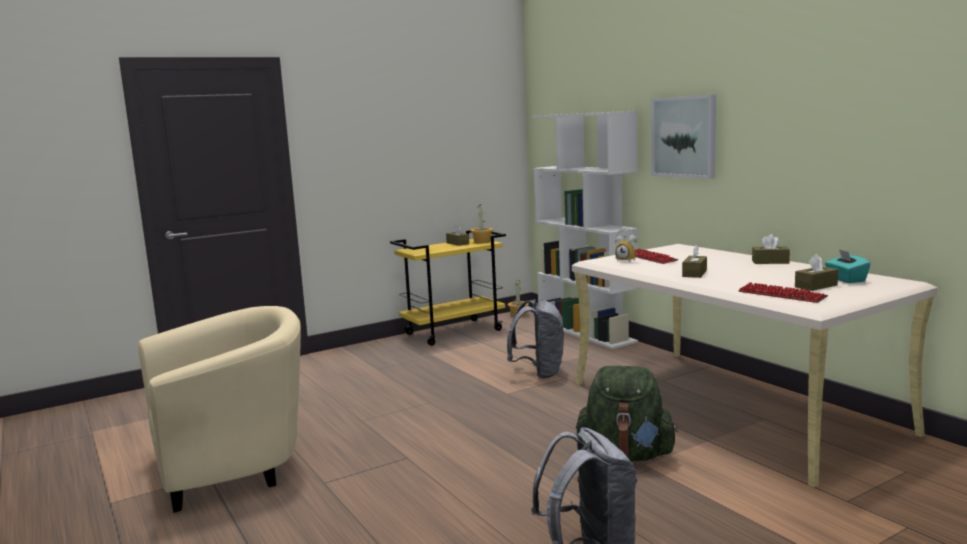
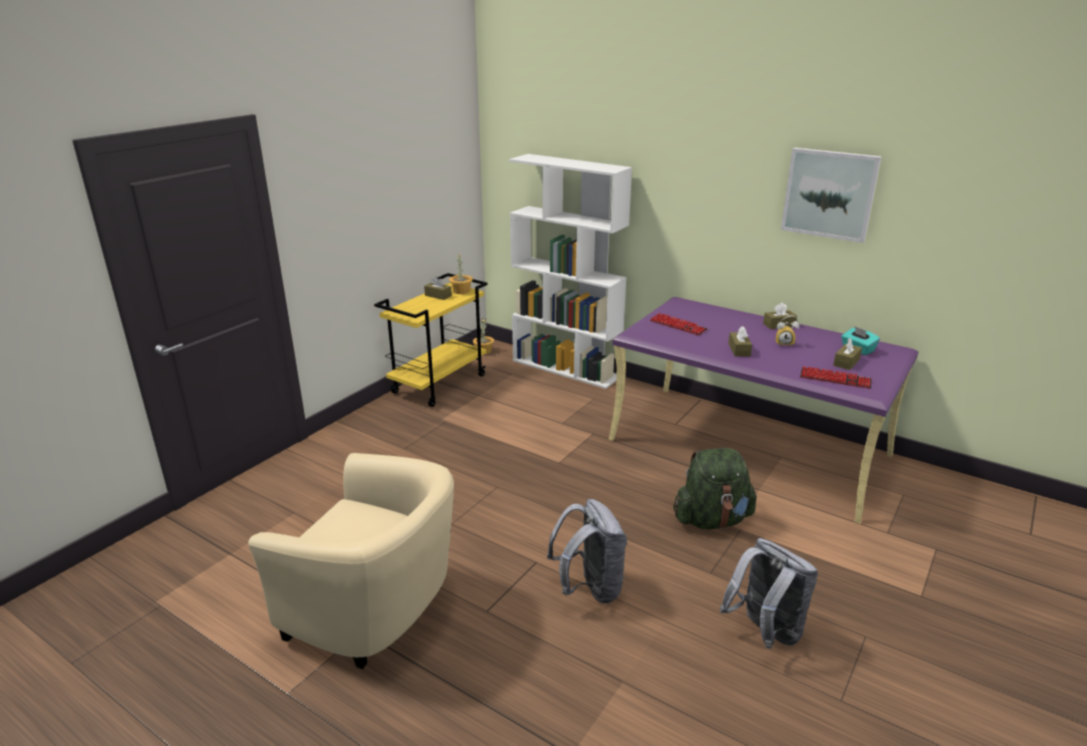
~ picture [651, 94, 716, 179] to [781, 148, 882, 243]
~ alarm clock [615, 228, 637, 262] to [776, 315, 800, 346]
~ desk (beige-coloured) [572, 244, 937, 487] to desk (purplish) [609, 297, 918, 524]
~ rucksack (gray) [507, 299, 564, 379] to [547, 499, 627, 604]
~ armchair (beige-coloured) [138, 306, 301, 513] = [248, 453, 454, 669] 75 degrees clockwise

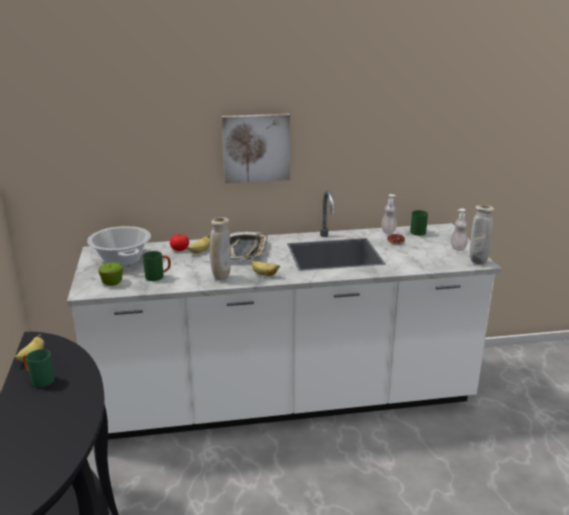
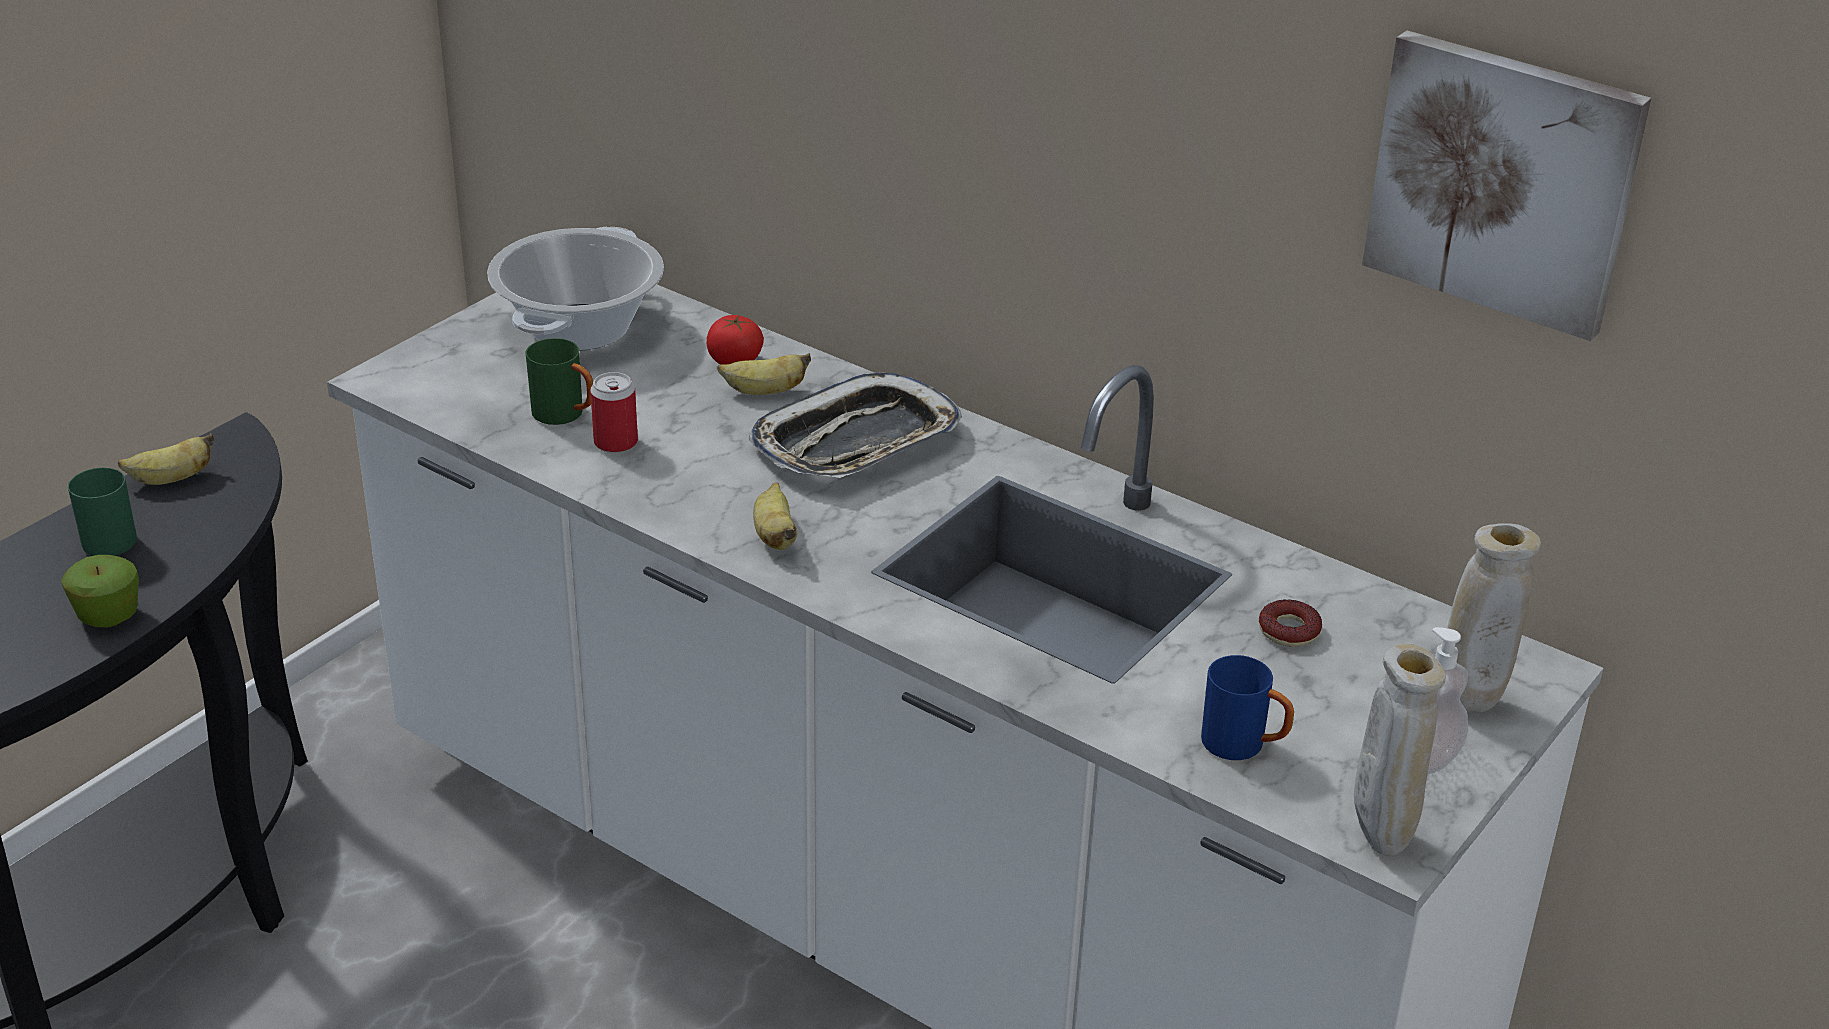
~ picture [222, 114, 290, 183] to [1362, 30, 1652, 341]
- soap bottle [381, 194, 397, 234]
- tea mug (greenish) [410, 210, 428, 236]
~ flower vase (beige-coloured) [210, 217, 231, 280] to [1447, 523, 1541, 713]
~ apple fruit [98, 262, 123, 286] to [61, 555, 139, 628]
+ can [590, 372, 638, 453]
+ tea mug (blue) [1201, 655, 1294, 760]

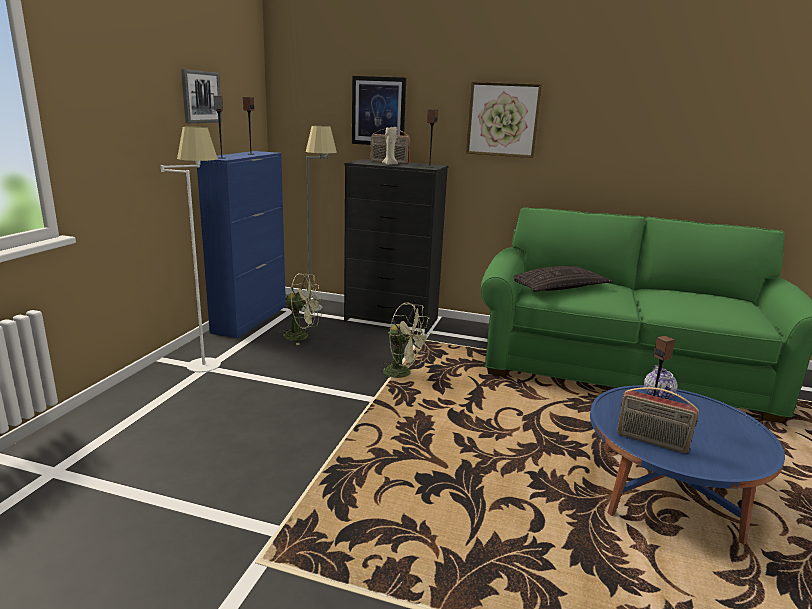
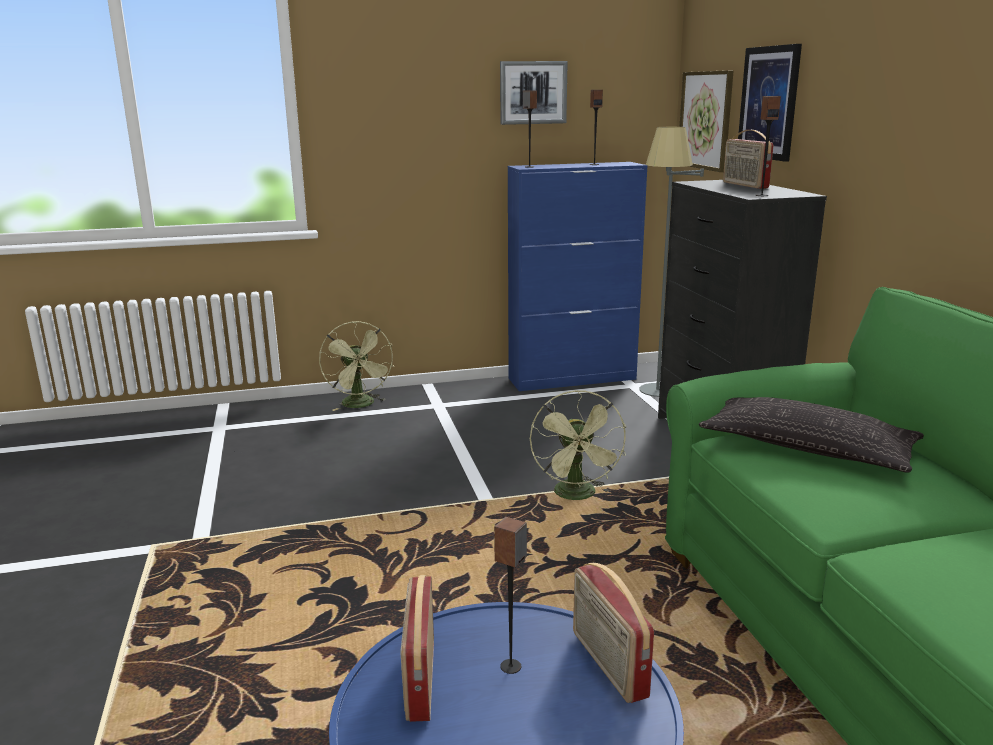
~ picture [466, 82, 542, 158] to [679, 70, 734, 172]
- standard lamp (whitish) [161, 126, 221, 372]
- wax candle (beige-coloured) [382, 127, 398, 165]
~ cooling fan (greenish) [280, 273, 322, 345] to [319, 321, 394, 411]
~ teapot [644, 365, 677, 399] to radio [573, 563, 654, 703]

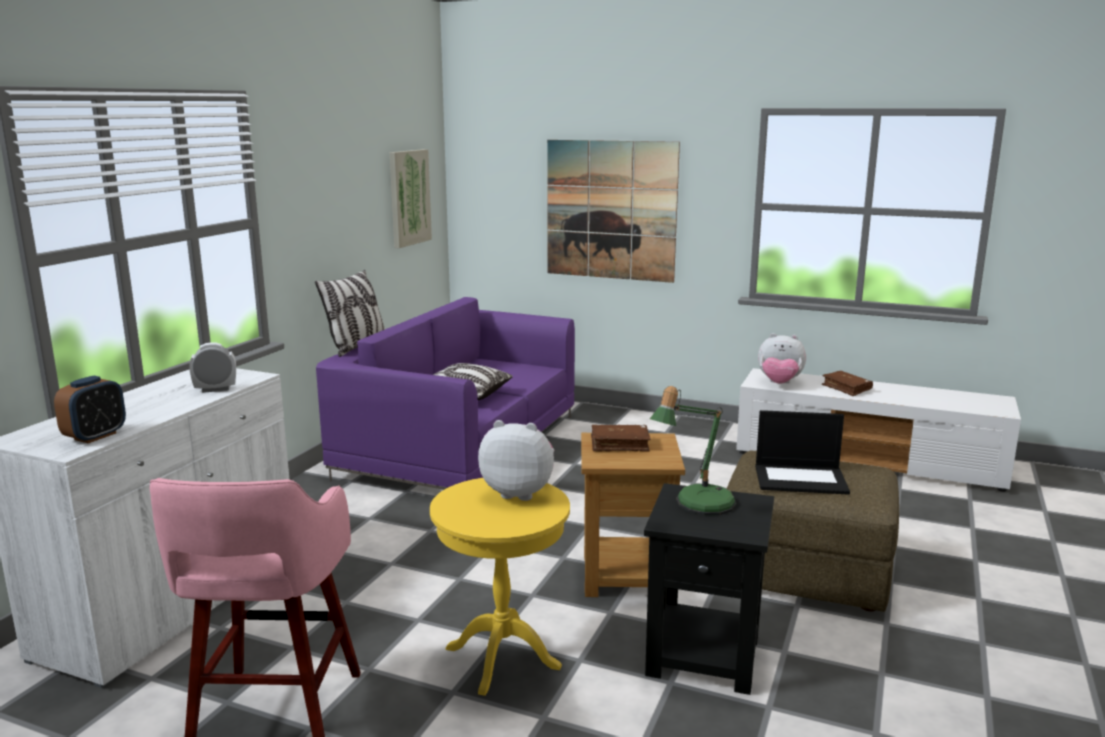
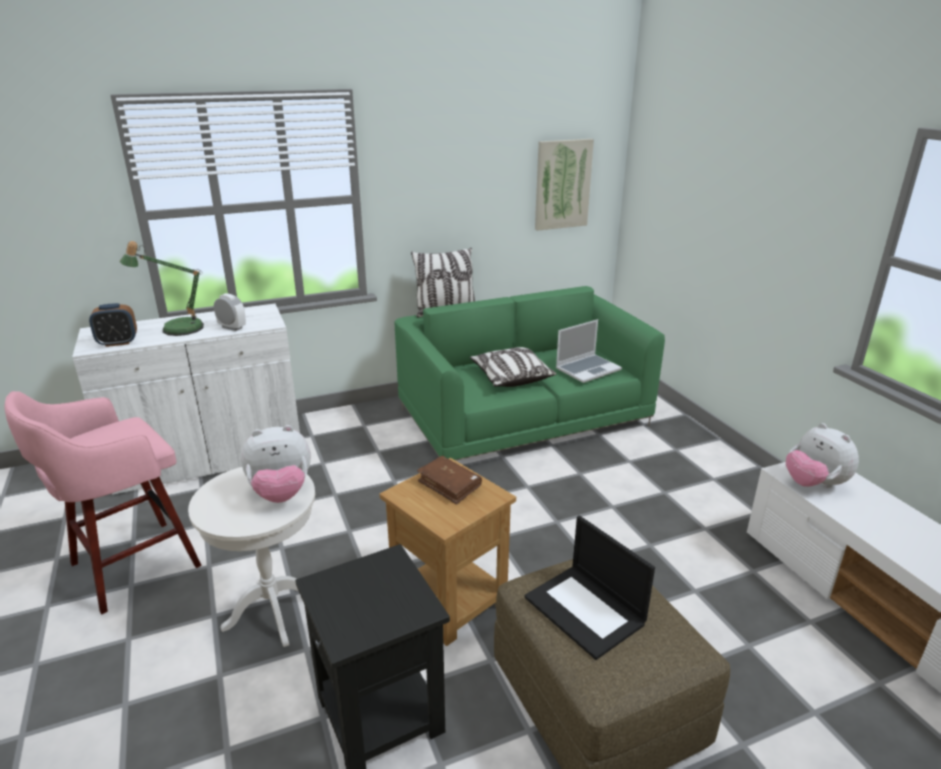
- picture [547, 140, 680, 283]
~ settee (purplish) [316, 297, 575, 490] to settee (greenish) [394, 286, 665, 461]
- volume (brown) [822, 371, 873, 396]
~ lamp for a table [650, 386, 736, 515] to [120, 241, 204, 336]
~ soft toy [478, 420, 554, 501] = [241, 425, 311, 503] 105 degrees clockwise
~ side table (yellow-coloured) [430, 478, 570, 696] to side table (whitish) [188, 467, 315, 647]
+ portable computer [556, 319, 622, 383]

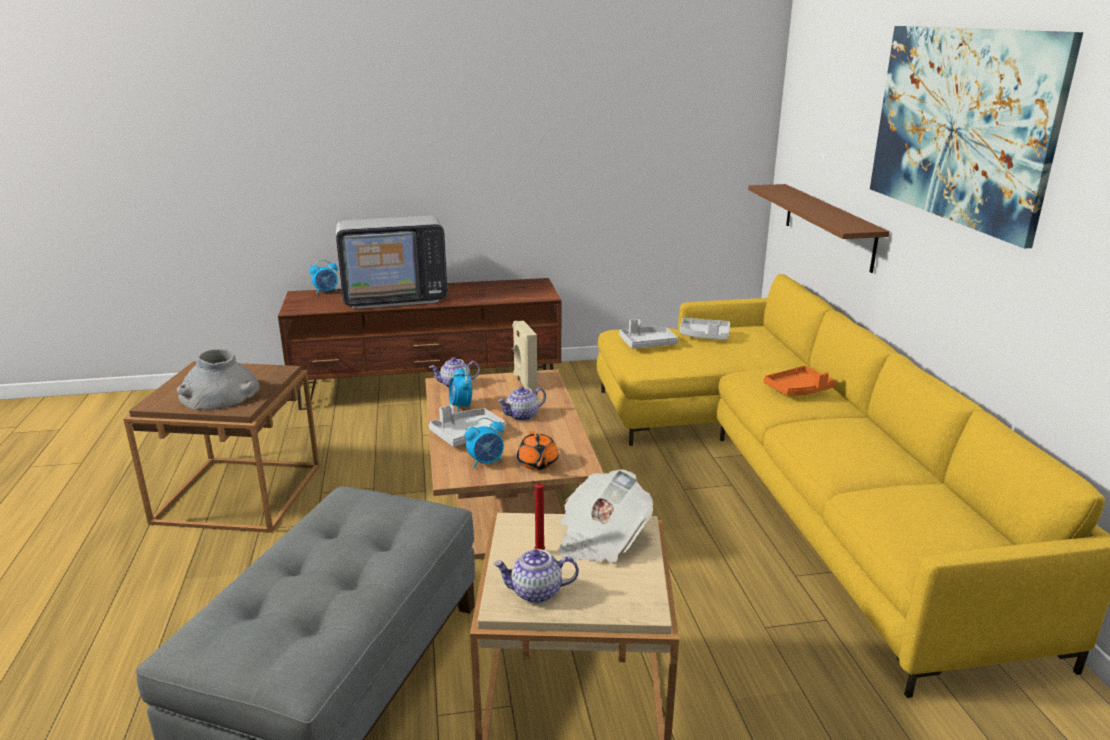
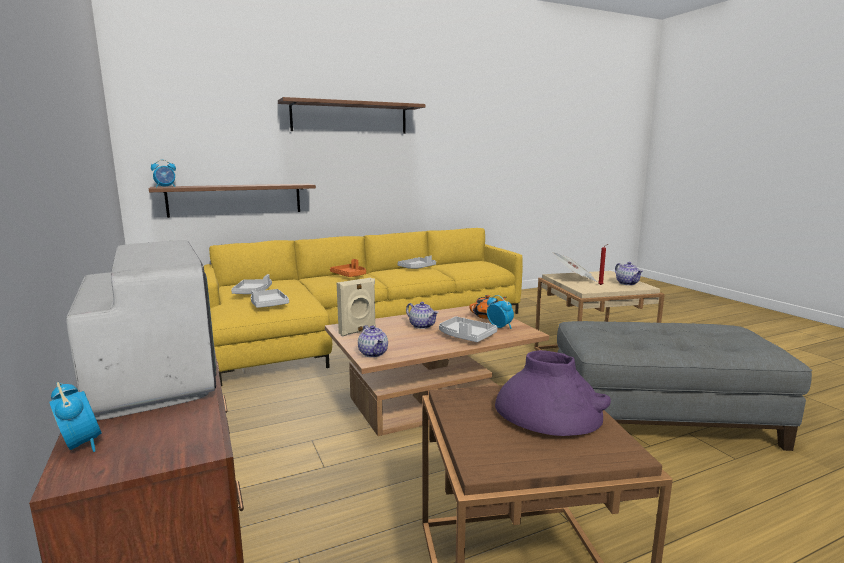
~ picture [870, 26, 1083, 249] to bracket shelf (brown) [278, 97, 425, 134]
~ flower vase (gray) [177, 349, 260, 410] to flower vase (purplish) [495, 350, 611, 436]
~ alarm clock [449, 367, 472, 413] to [151, 160, 176, 187]
+ carrying tray (gray) [397, 255, 436, 269]

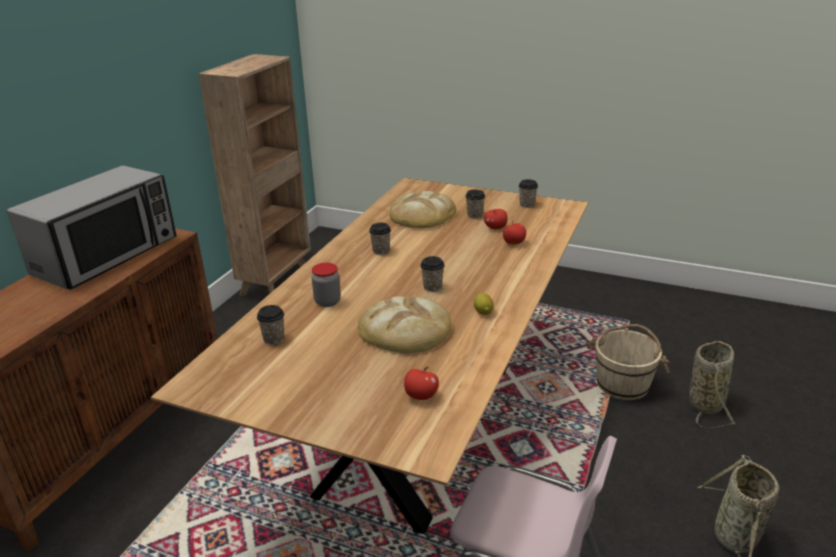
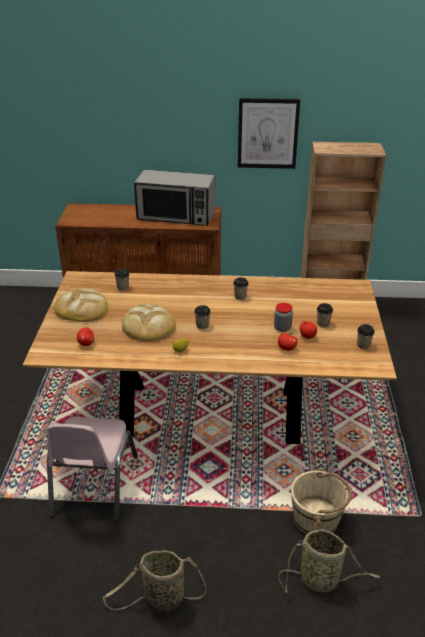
~ bakery bread [389, 191, 456, 228] to [54, 288, 109, 322]
~ jar [312, 263, 341, 307] to [274, 303, 293, 332]
+ picture [238, 98, 300, 169]

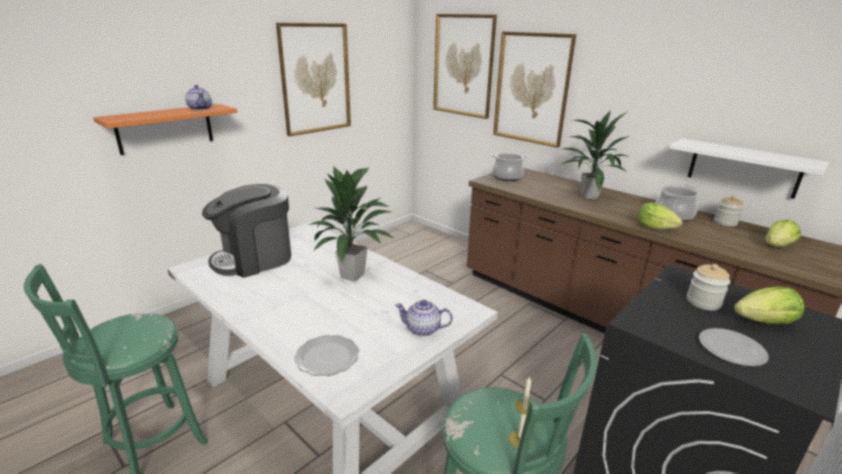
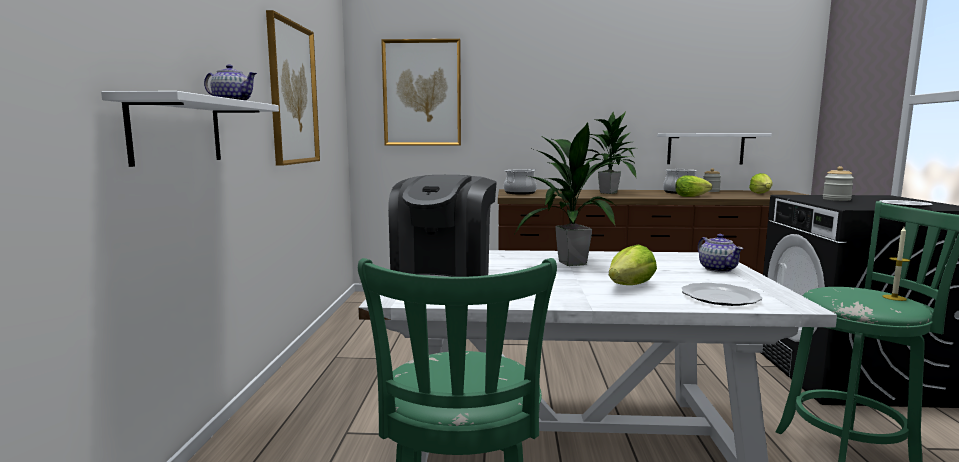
- picture [493, 31, 576, 148]
~ bracket shelf (orangey) [93, 104, 237, 155] to bracket shelf (whitish) [101, 91, 279, 167]
~ lettuce head [734, 287, 804, 324] to [609, 245, 657, 285]
~ teapot [395, 300, 453, 337] = [698, 234, 743, 272] 75 degrees counterclockwise

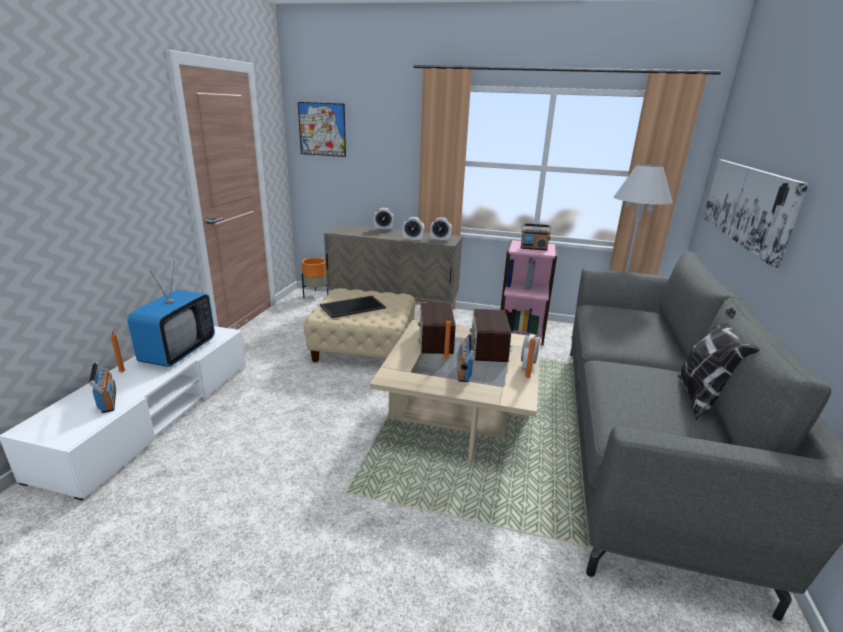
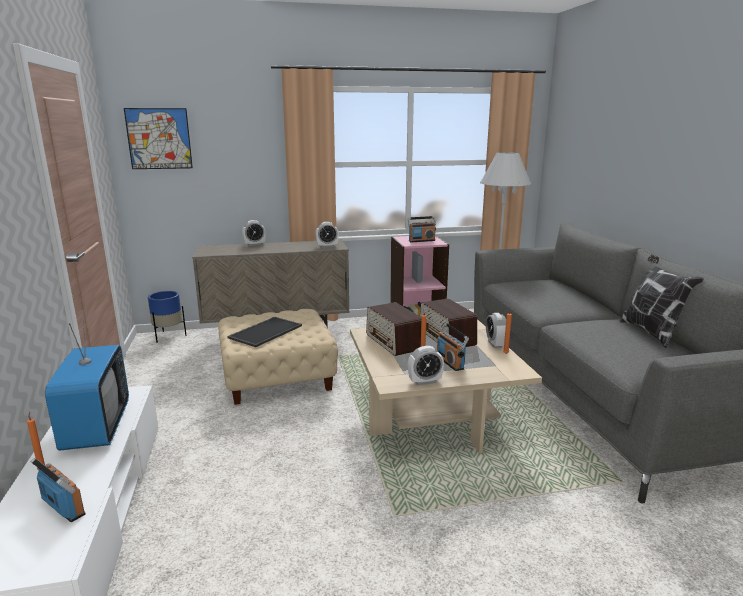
- picture [703, 159, 809, 268]
~ alarm clock [403, 217, 425, 242] to [408, 346, 444, 385]
~ planter (orangey) [302, 258, 328, 298] to planter (blue) [148, 291, 186, 343]

